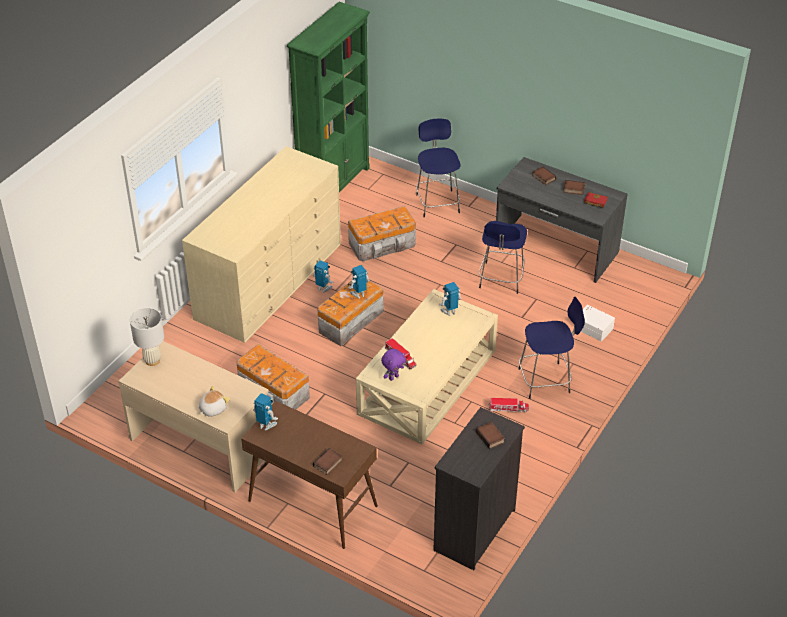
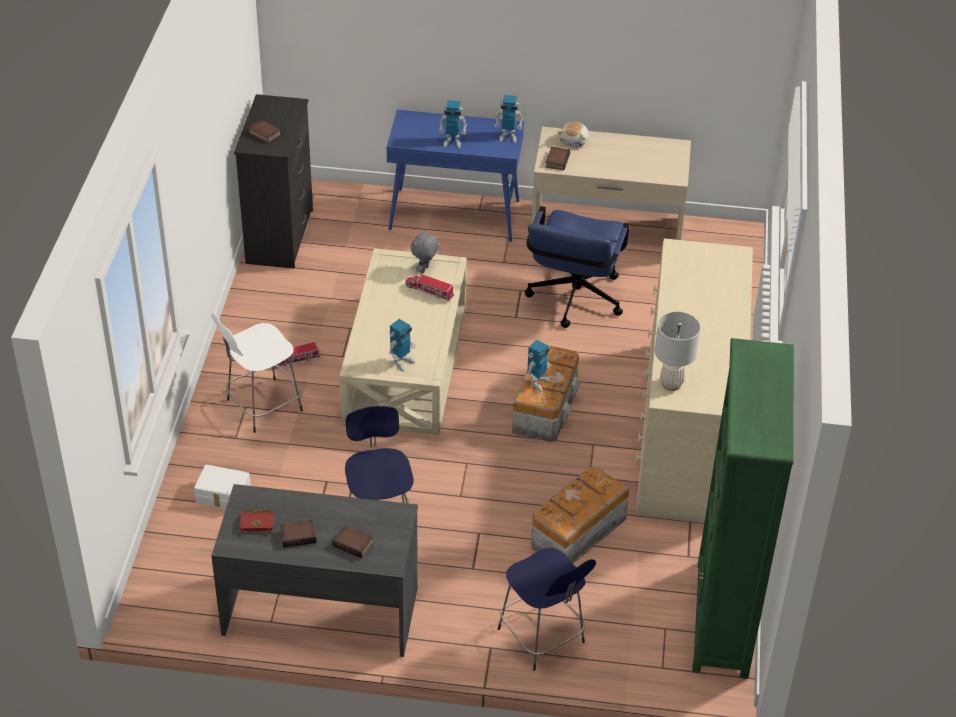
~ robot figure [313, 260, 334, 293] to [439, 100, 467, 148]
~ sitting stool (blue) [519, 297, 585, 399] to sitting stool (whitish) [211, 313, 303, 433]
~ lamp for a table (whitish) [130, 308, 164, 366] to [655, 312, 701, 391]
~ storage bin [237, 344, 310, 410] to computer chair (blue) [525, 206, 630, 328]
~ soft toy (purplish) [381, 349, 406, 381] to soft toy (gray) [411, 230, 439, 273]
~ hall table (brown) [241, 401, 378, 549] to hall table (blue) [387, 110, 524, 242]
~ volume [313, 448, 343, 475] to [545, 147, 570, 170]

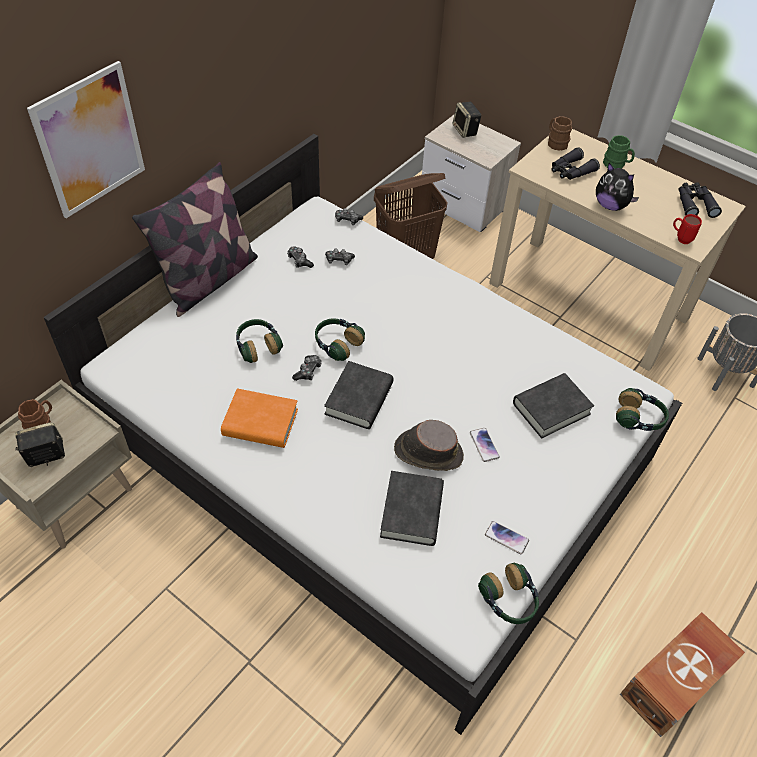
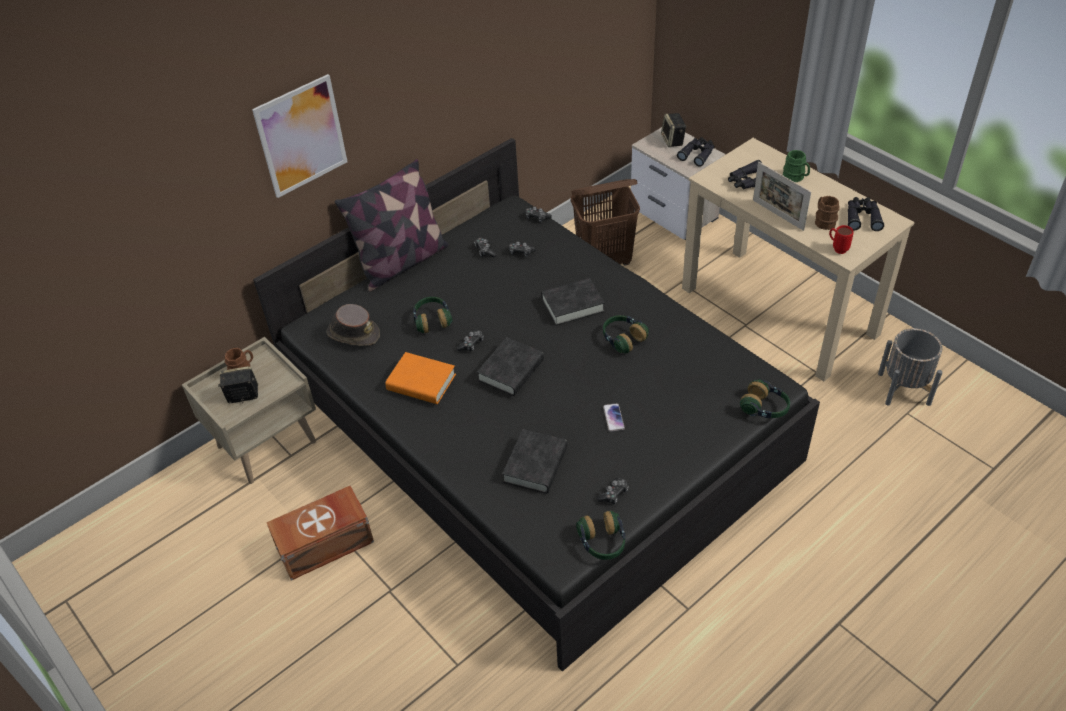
~ tea mug (brown) [548, 116, 572, 151] to [815, 196, 840, 230]
~ bed (whitish) [44, 134, 682, 735] to bed (black) [253, 138, 820, 672]
~ soft toy [596, 163, 639, 211] to picture frame [753, 162, 811, 231]
~ headphones [315, 318, 365, 361] to [603, 315, 649, 353]
~ volume (black) [513, 373, 594, 439] to [541, 278, 605, 326]
~ clothing hat (brown) [394, 420, 464, 471] to [327, 304, 380, 346]
~ handset [485, 521, 529, 554] to joypad [596, 478, 629, 504]
~ storage bin (brown) [620, 612, 745, 737] to [266, 486, 374, 580]
+ pair of binoculars (black) [677, 137, 715, 167]

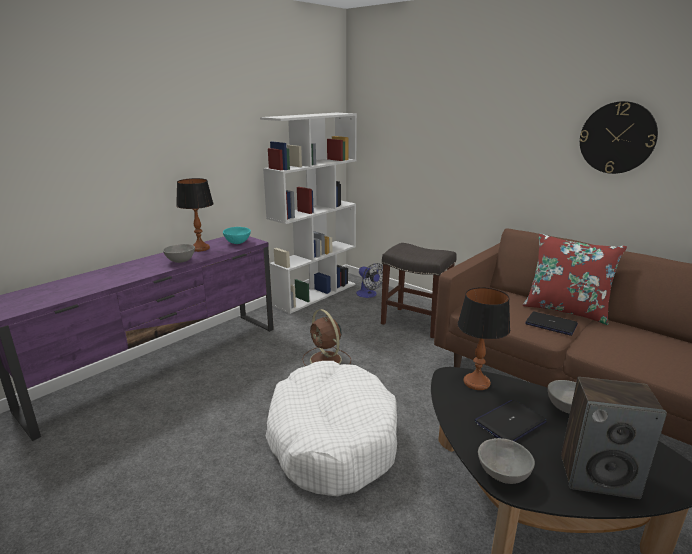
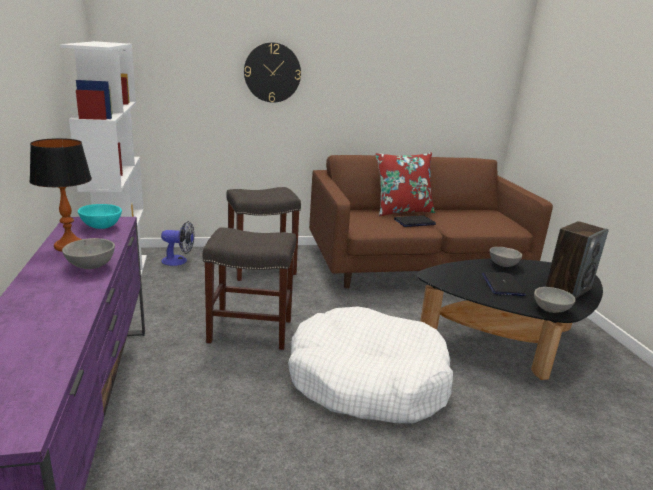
~ wall clock [580, 101, 658, 174] to [244, 42, 301, 103]
- lamp for a table [457, 287, 510, 390]
~ cooling fan (brown) [302, 309, 351, 366] to sitting stool (gray) [203, 227, 296, 350]

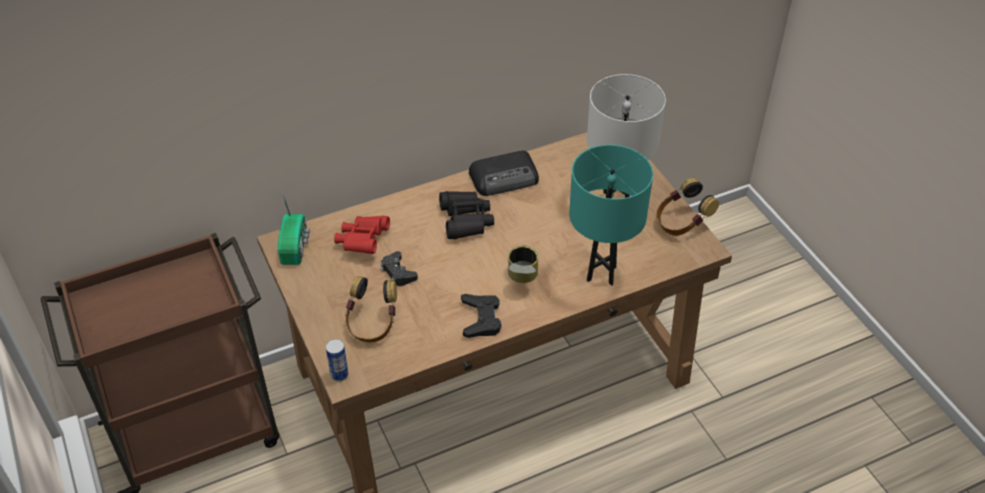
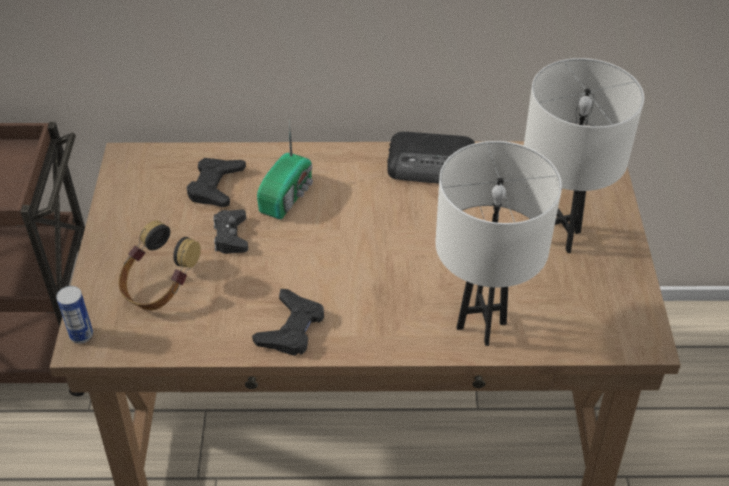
~ lamp for a table (turquoise-coloured) [569, 145, 653, 286] to lamp for a table (whitish) [435, 141, 562, 346]
- headphones [656, 178, 719, 236]
~ radio [278, 189, 310, 265] to [257, 119, 313, 219]
- pair of binoculars (black) [439, 191, 494, 239]
~ pair of binoculars (reddish) [334, 216, 390, 254] to joypad (black) [186, 158, 246, 207]
- can [508, 245, 539, 283]

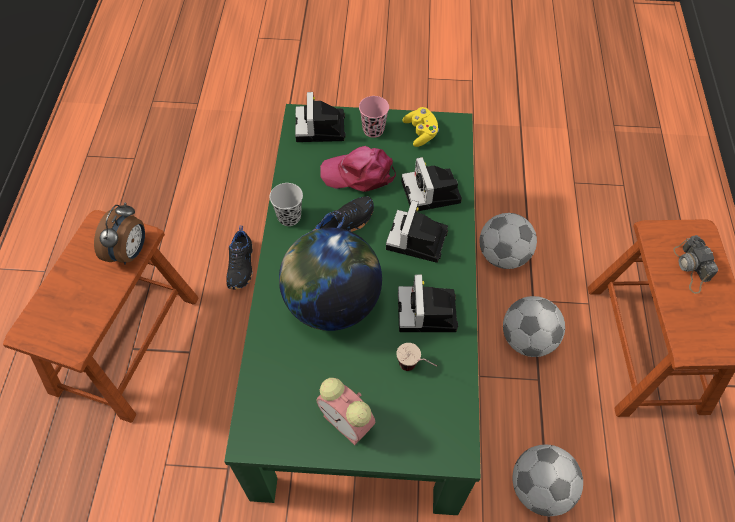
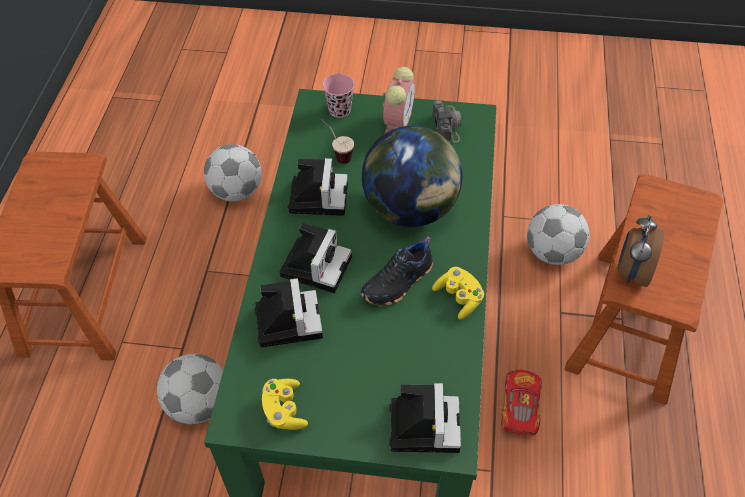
~ small cup (pinkish) [359, 96, 389, 138] to [323, 74, 354, 118]
- peaked cap (pinkish) [320, 146, 396, 192]
~ small cup (black) [270, 183, 303, 226] to joypad (yellow-coloured) [432, 267, 484, 320]
~ item of footwear (black) [226, 226, 253, 290] to miniature car [501, 370, 542, 436]
~ photo camera [673, 235, 718, 294] to [432, 100, 461, 142]
~ football [503, 296, 565, 357] to [527, 204, 590, 265]
~ alarm clock [317, 378, 375, 445] = [383, 67, 415, 133] 60 degrees clockwise

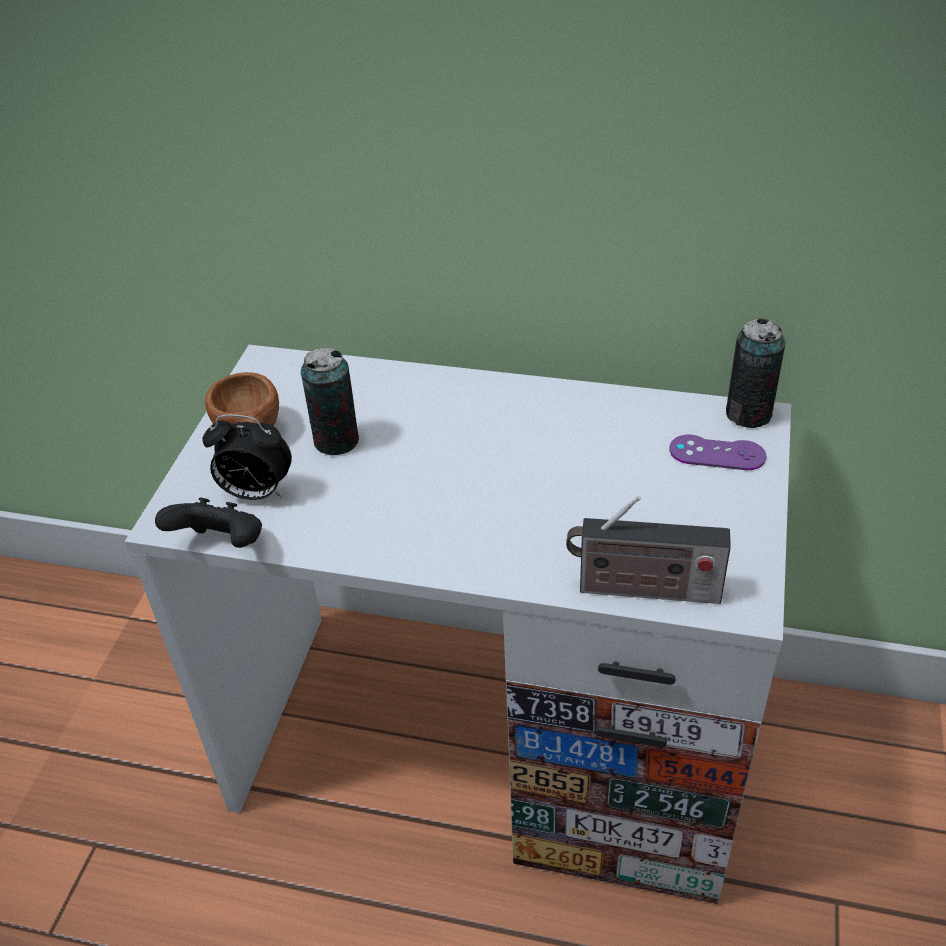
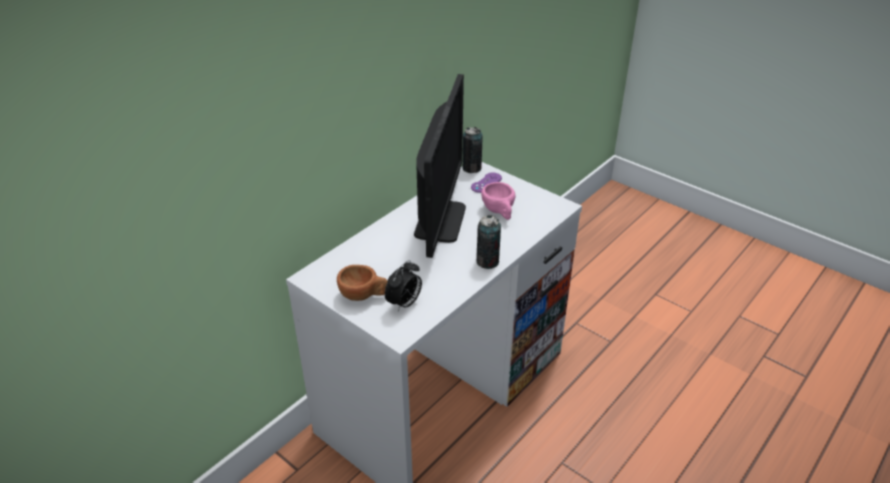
~ can [300, 348, 359, 456] to [476, 215, 501, 269]
- radio [566, 496, 731, 604]
- joypad (black) [155, 497, 262, 548]
+ monitor [414, 74, 466, 258]
+ small cup (pinkish) [481, 182, 516, 220]

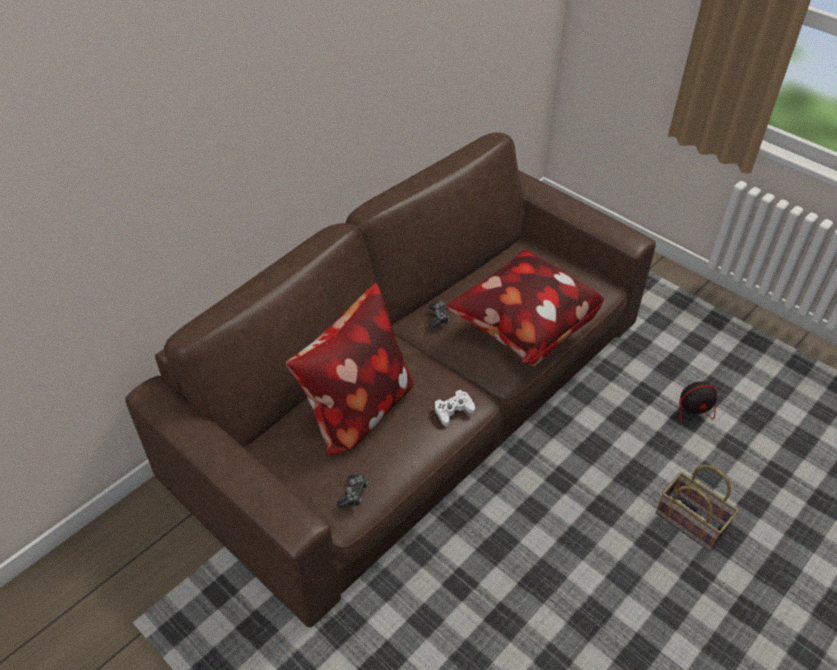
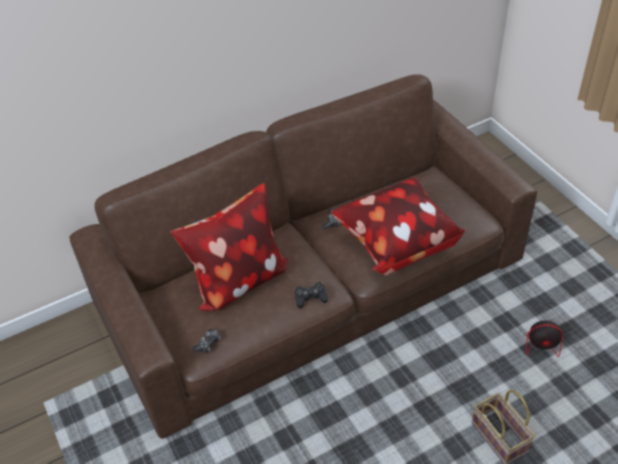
~ joypad (whitish) [435, 390, 475, 426] to joypad (black) [295, 282, 328, 309]

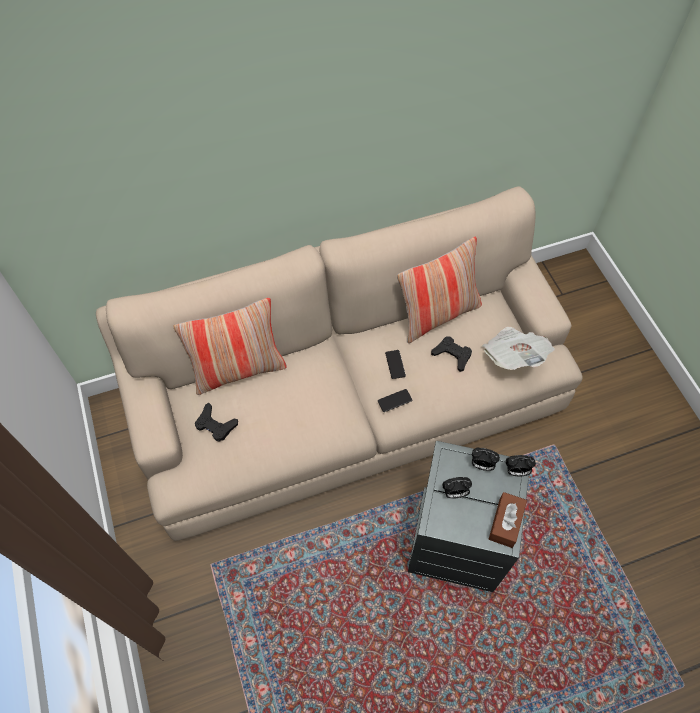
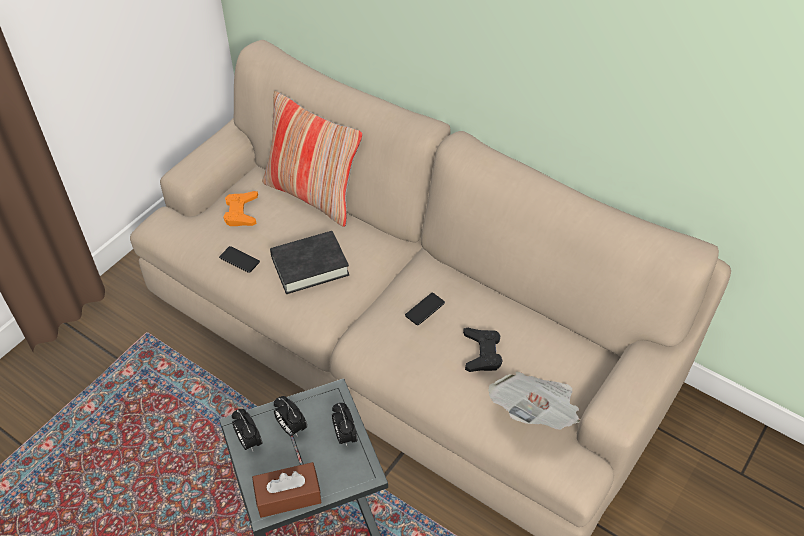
- cushion [397, 237, 482, 343]
~ handset [378, 389, 412, 412] to [219, 246, 260, 273]
~ joypad (black) [195, 403, 238, 442] to joypad (orangey) [223, 191, 258, 226]
~ alarm clock [506, 455, 536, 476] to [232, 409, 262, 451]
+ volume (black) [270, 231, 349, 294]

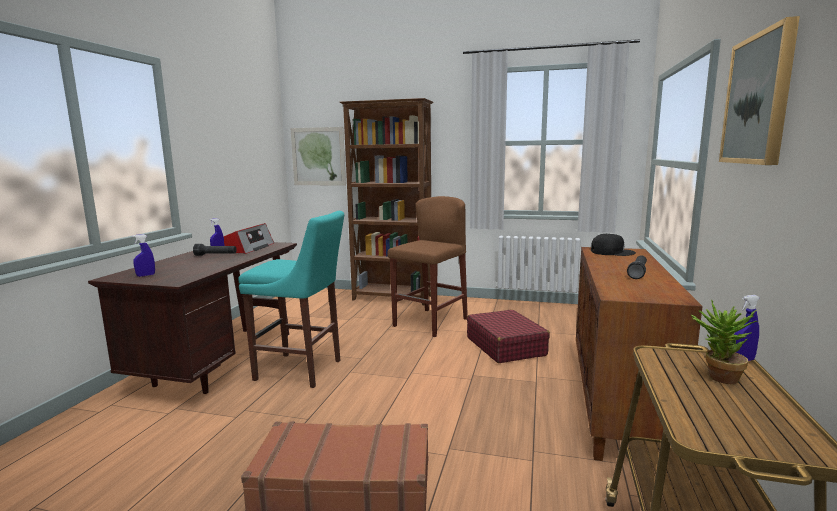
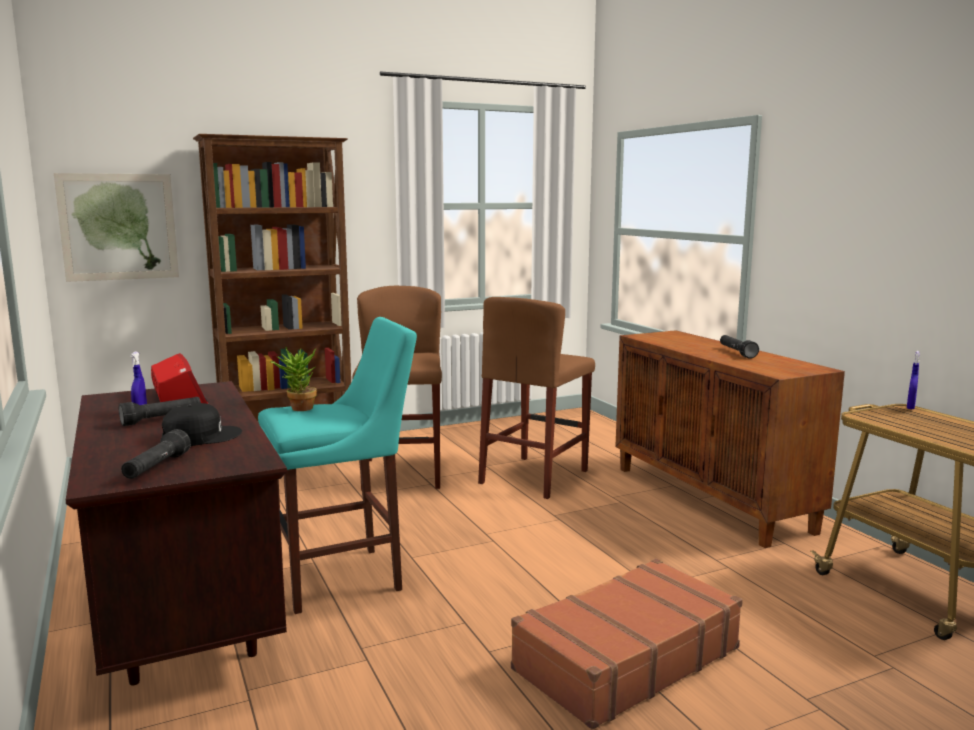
- picture [719, 16, 800, 165]
~ hand sprayer (blue) [132, 234, 155, 277] to hand torch (black) [121, 429, 191, 479]
~ peaked cap (black) [591, 234, 636, 256] to [162, 403, 242, 446]
~ houseplant [691, 300, 757, 384] to [271, 346, 317, 411]
~ travel case (reddish) [467, 309, 550, 363] to sitting stool (brown) [478, 297, 595, 499]

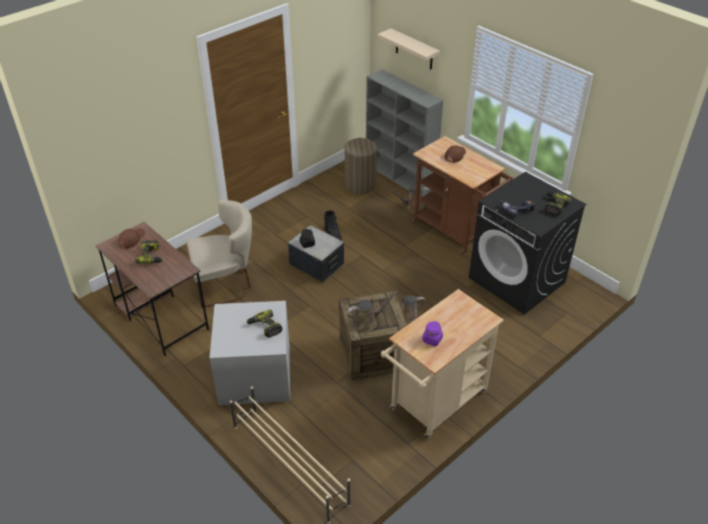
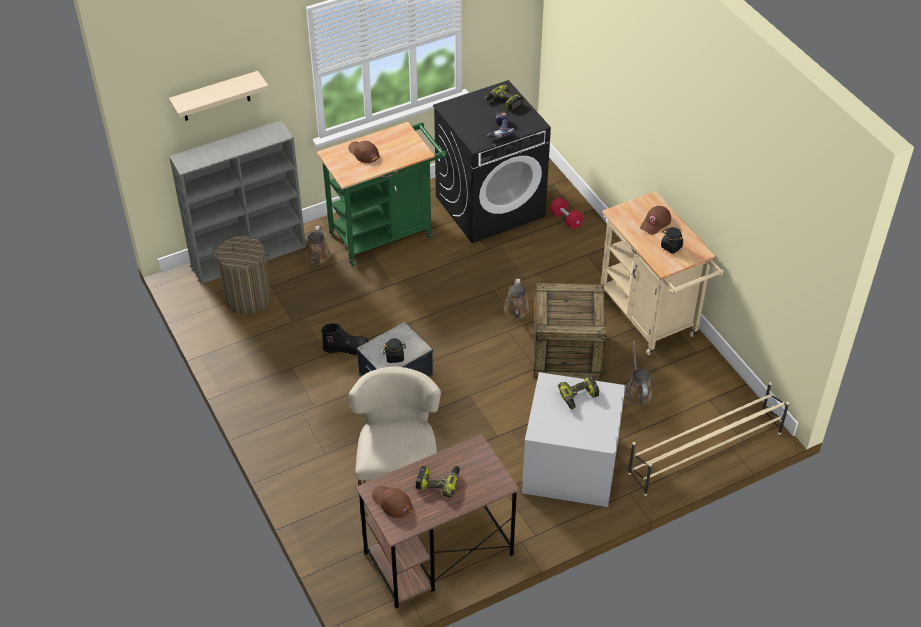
~ trolley (brown) [412, 136, 513, 255] to trolley (greenish) [317, 122, 447, 266]
~ watering can (brown) [347, 291, 398, 331] to [625, 341, 652, 405]
~ jar (purplish) [422, 321, 443, 346] to jar (black) [661, 227, 683, 253]
+ hand weight (reddish) [550, 198, 584, 230]
+ peaked cap (brown) [640, 206, 671, 235]

